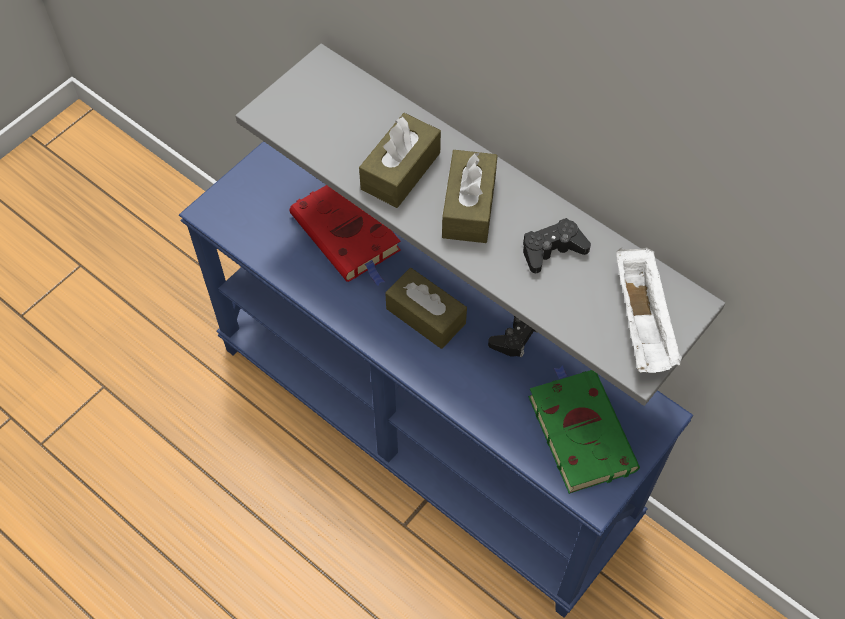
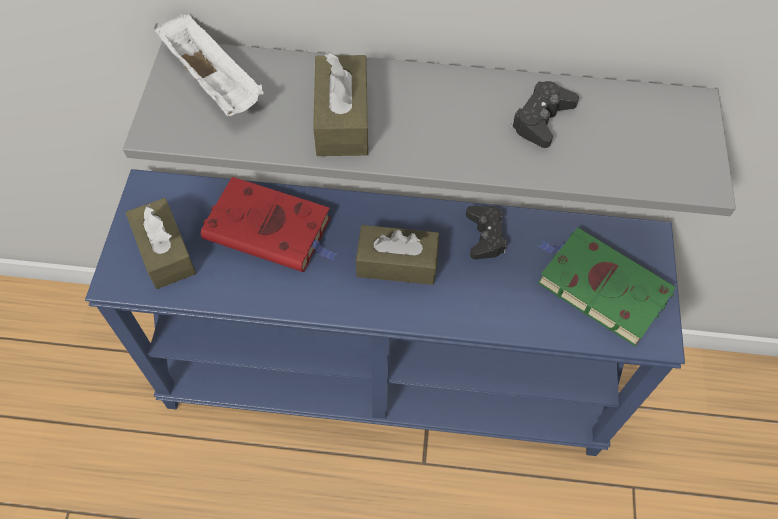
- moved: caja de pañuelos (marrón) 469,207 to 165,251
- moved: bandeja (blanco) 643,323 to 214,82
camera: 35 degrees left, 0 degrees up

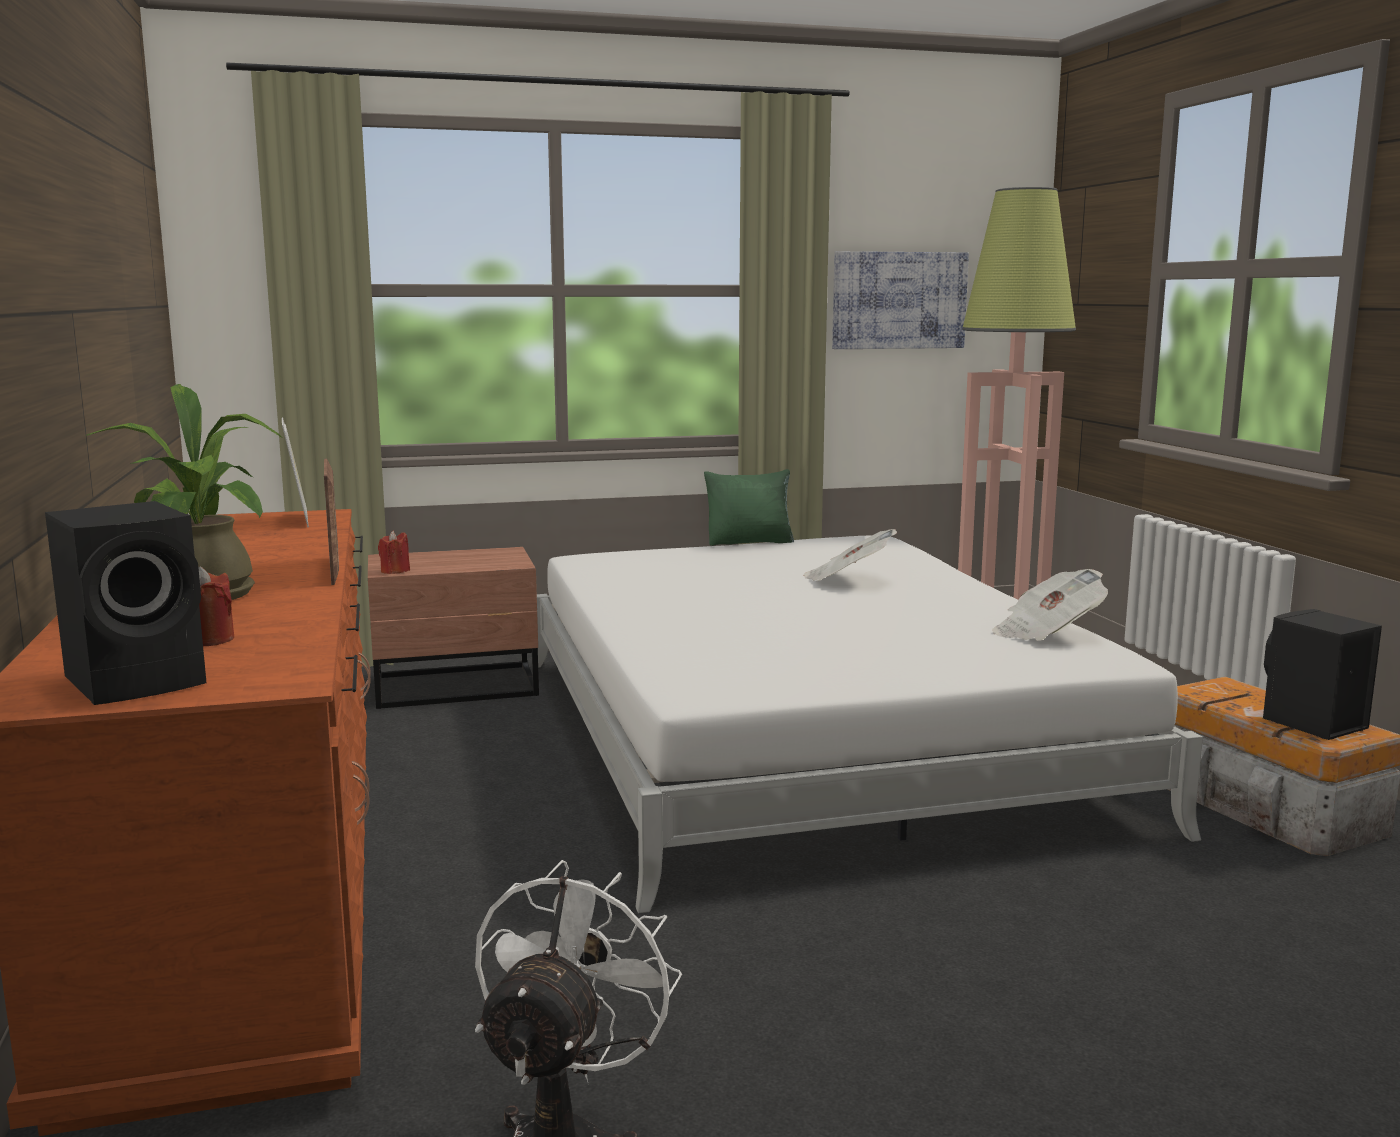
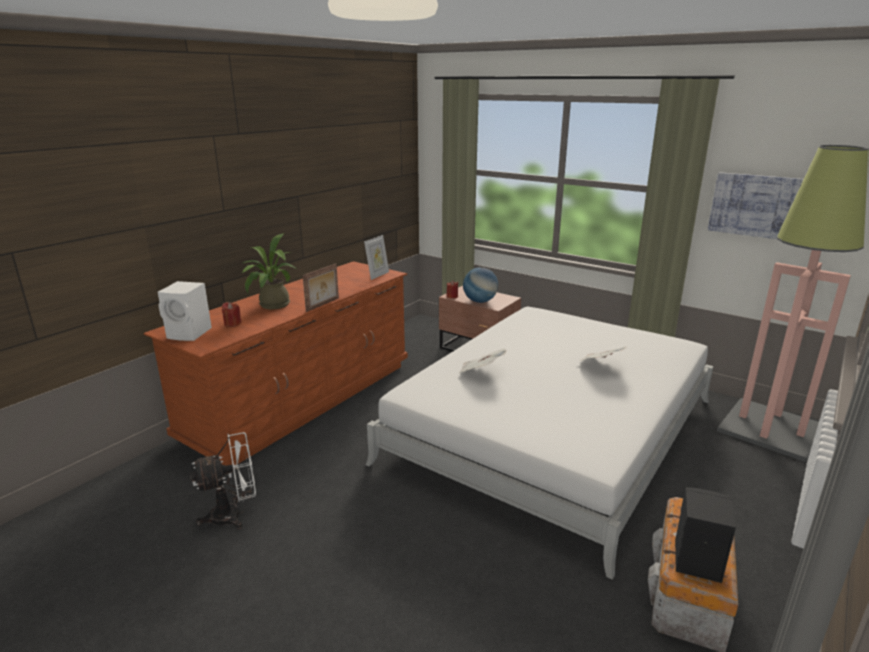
- recoloured: altavoz (negro) 141,680 to altavoz (blanco) 190,333
- moved: periódico 1046,633 to 481,372
- added: globo terráqueo 480,301
- removed: cojín (verde) 749,543
camera: 50 degrees right, 10 degrees up

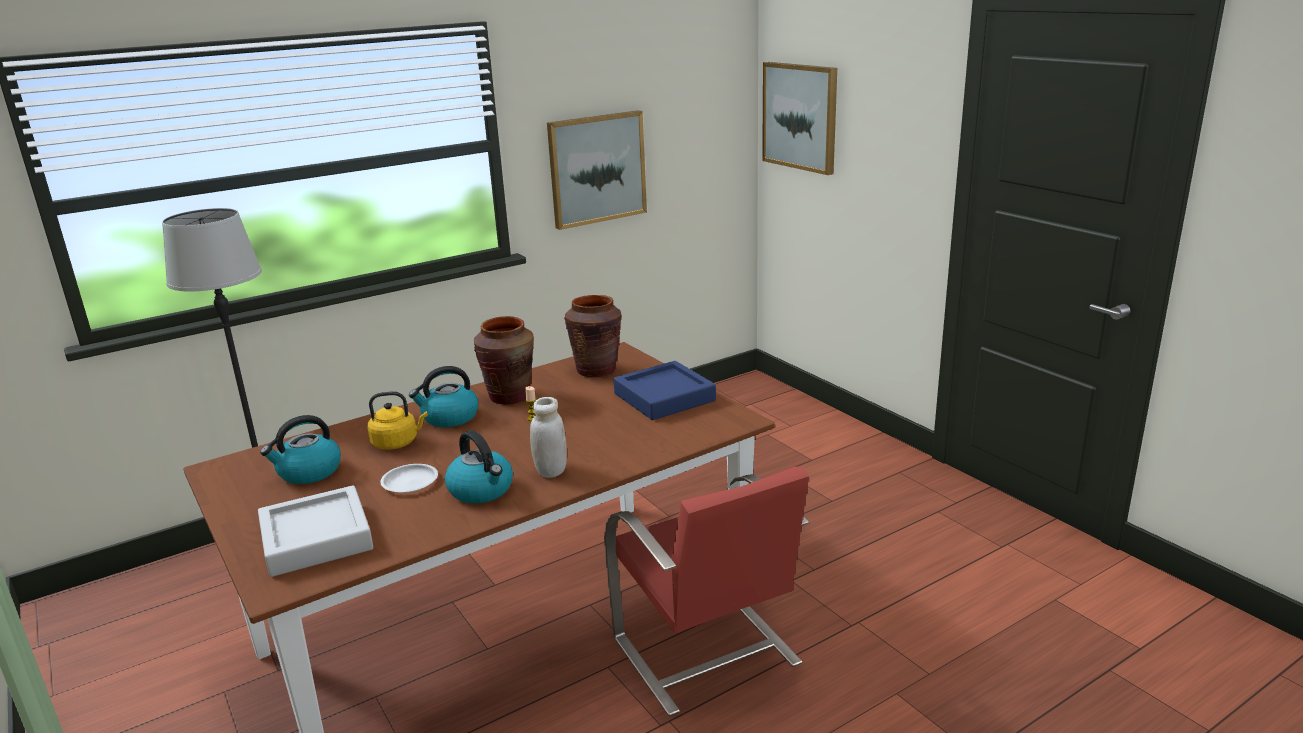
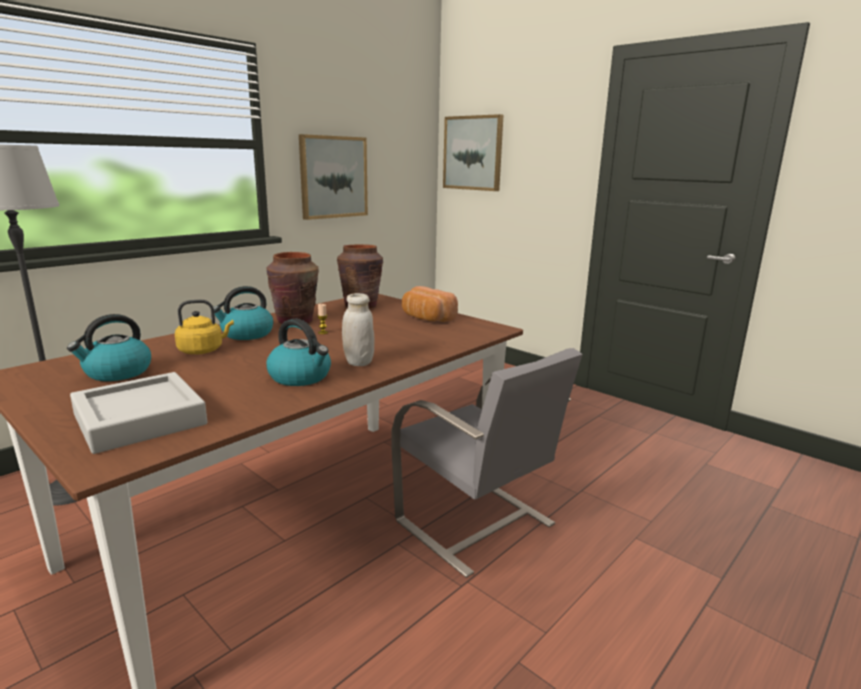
- recoloured: silla (rojo) 706,653 to silla (gris) 476,524
- replaced: bandeja (azul) 664,397 to pan 426,318
- removed: plato (blanco) 410,482
camera: 15 degrees left, 5 degrees down

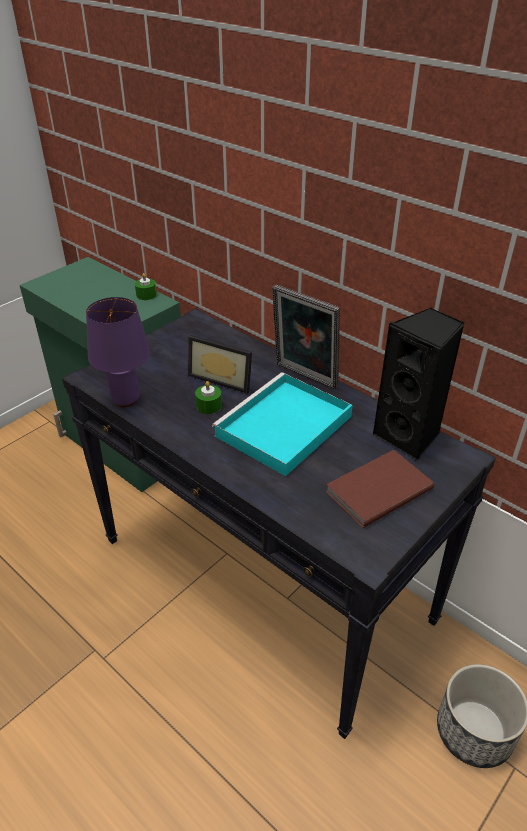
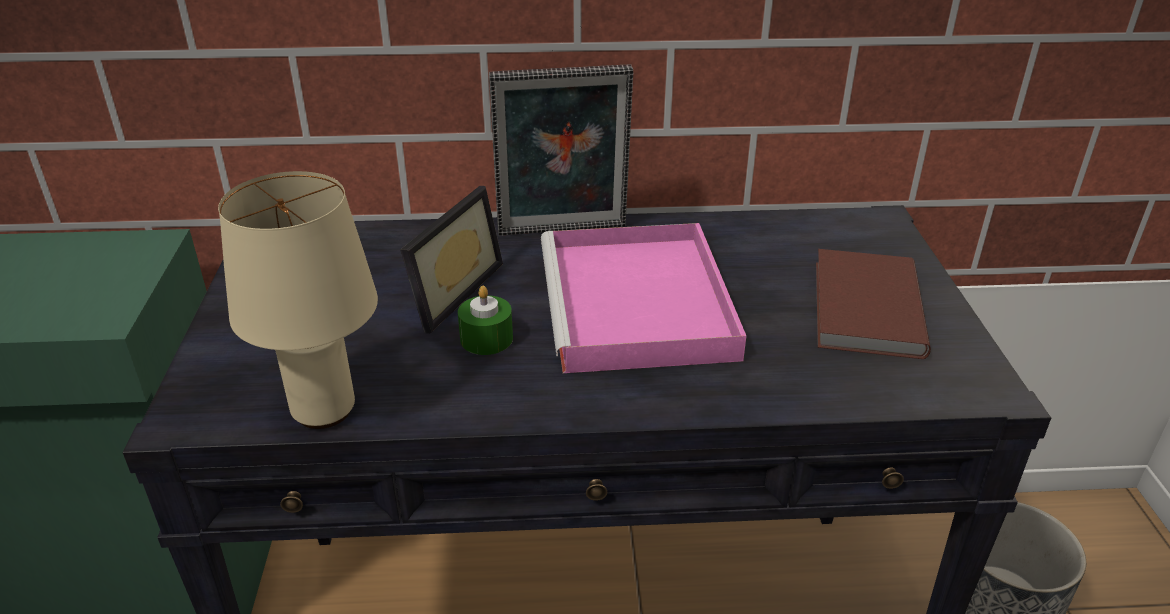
- recoloured: lámpara de mesa (morado) 126,399 to lámpara de mesa (beis) 323,409
- turned: portarretratos 223,378 = 446,291 45 degrees counterclockwise
- recoloured: bandeja (turquesa) 282,428 to bandeja (rosa) 639,306
- removed: vela (verde) 146,295
- removed: altavoz (negro) 409,437
camera: 45 degrees left, 5 degrees down

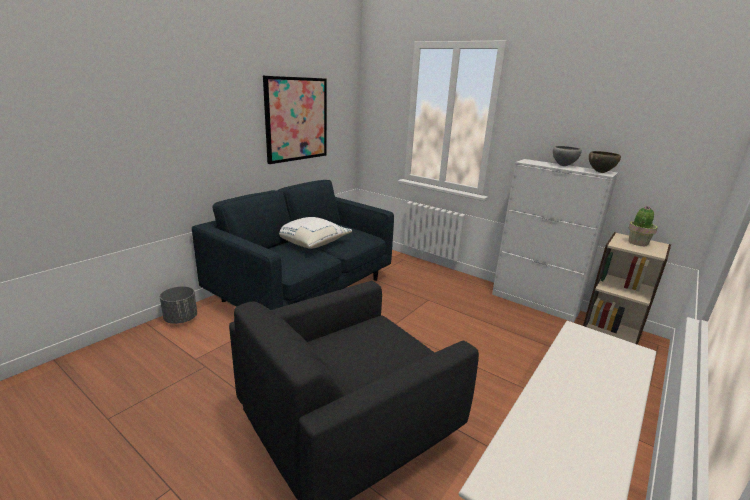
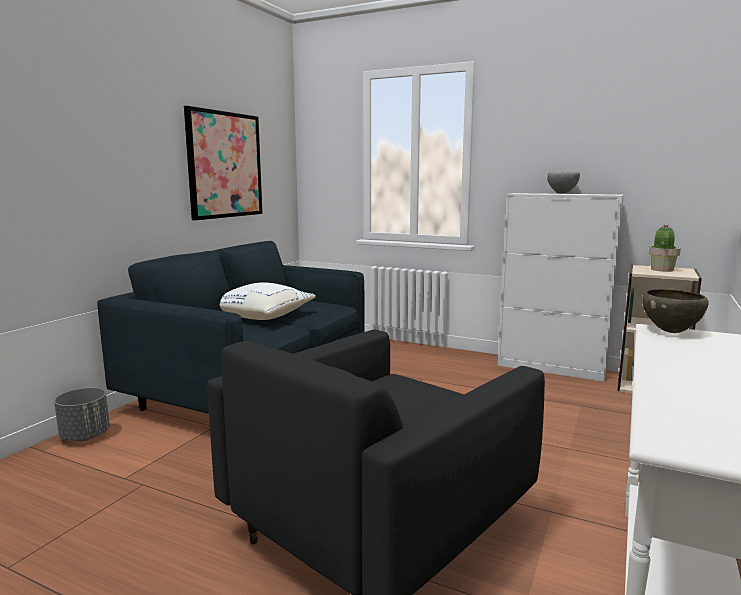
- moved: cuenco (marrón) 600,172 to 671,332
camera: 10 degrees left, 10 degrees down

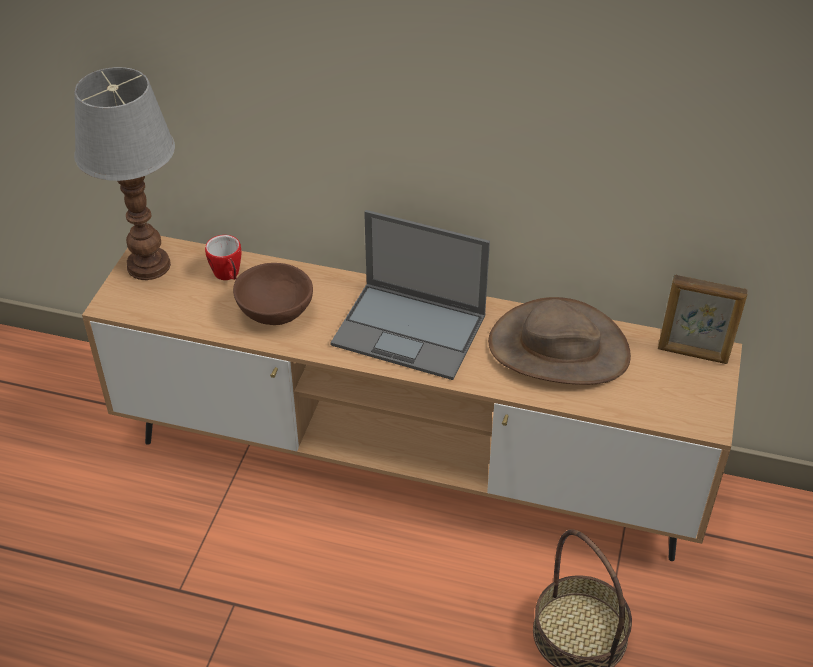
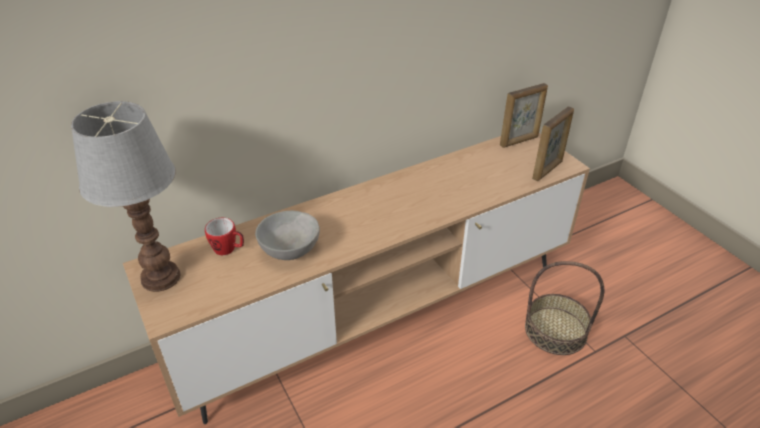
- recoloured: cuenco (marrón) 275,312 to cuenco (gris) 289,250
- added: portarretratos 547,170
- removed: portátil 411,330
- removed: sombrero (marrón) 558,349
camera: 45 degrees left, 5 degrees down

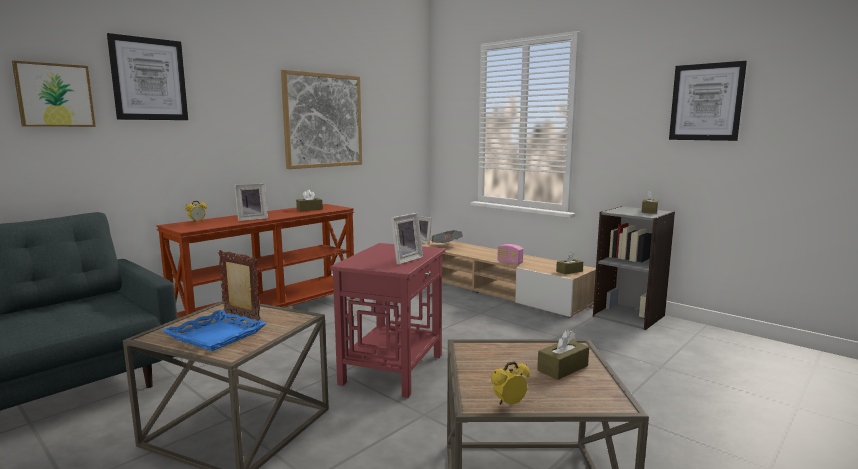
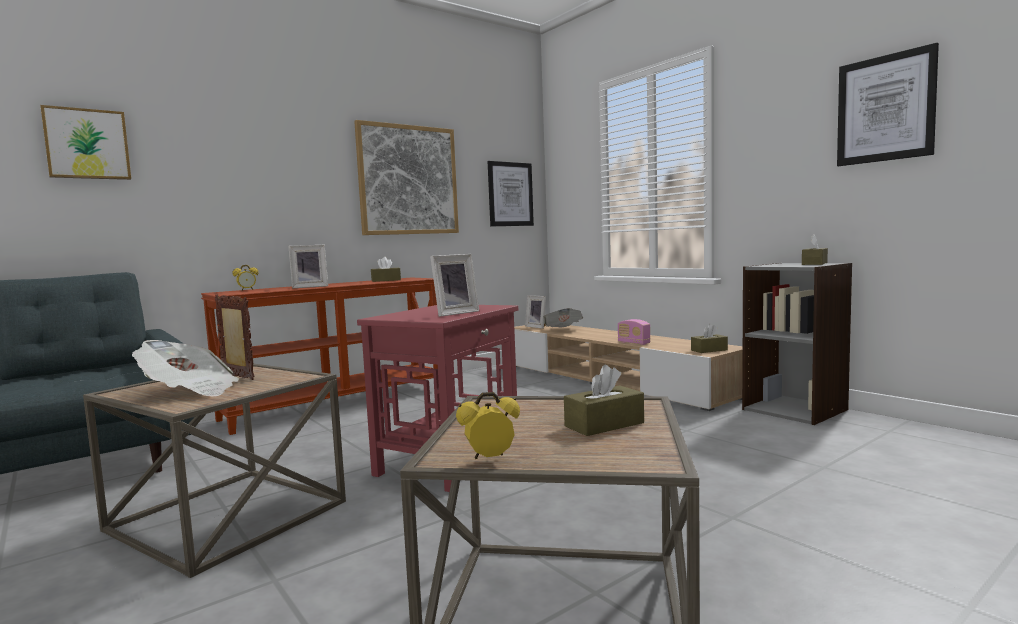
- replaced: bandeja (azul) 217,335 to periódico 190,391
- moved: cuadro 149,79 to 510,194
camera: 10 degrees right, 5 degrees down

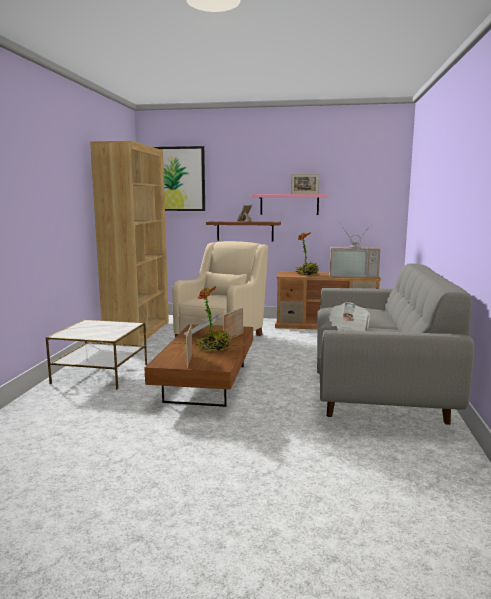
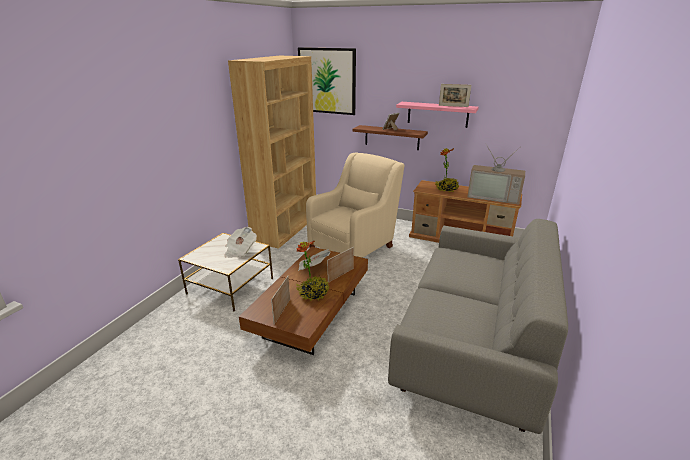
- moved: periódico 348,330 to 240,251
camera: 15 degrees right, 15 degrees up

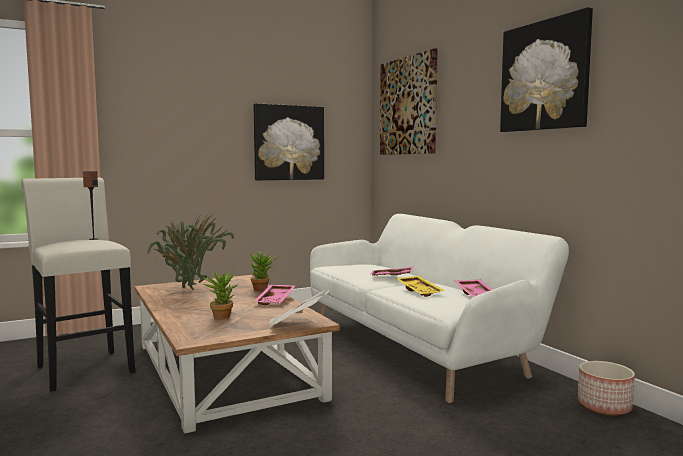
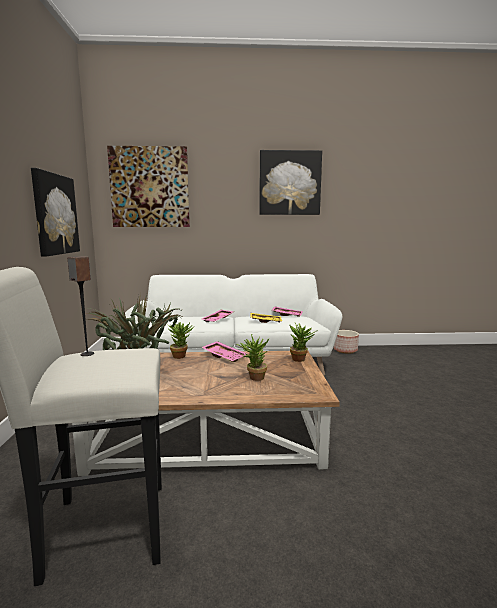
- replaced: periódico 296,325 to planta en maceta 301,359
camera: 65 degrees left, 5 degrees up

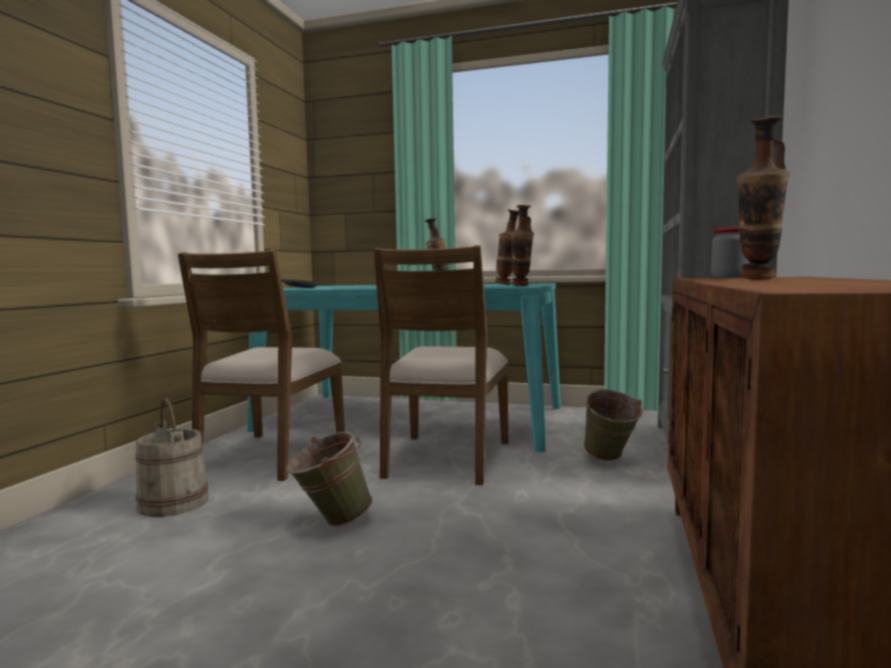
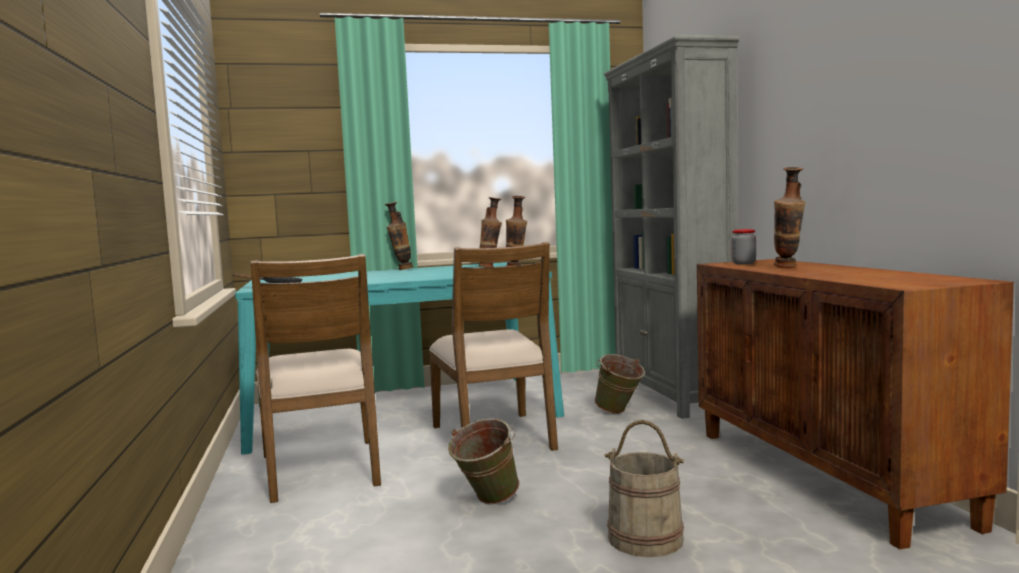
- moved: cubo (beis) 174,503 to 645,538
camera: 30 degrees left, 0 degrees up

